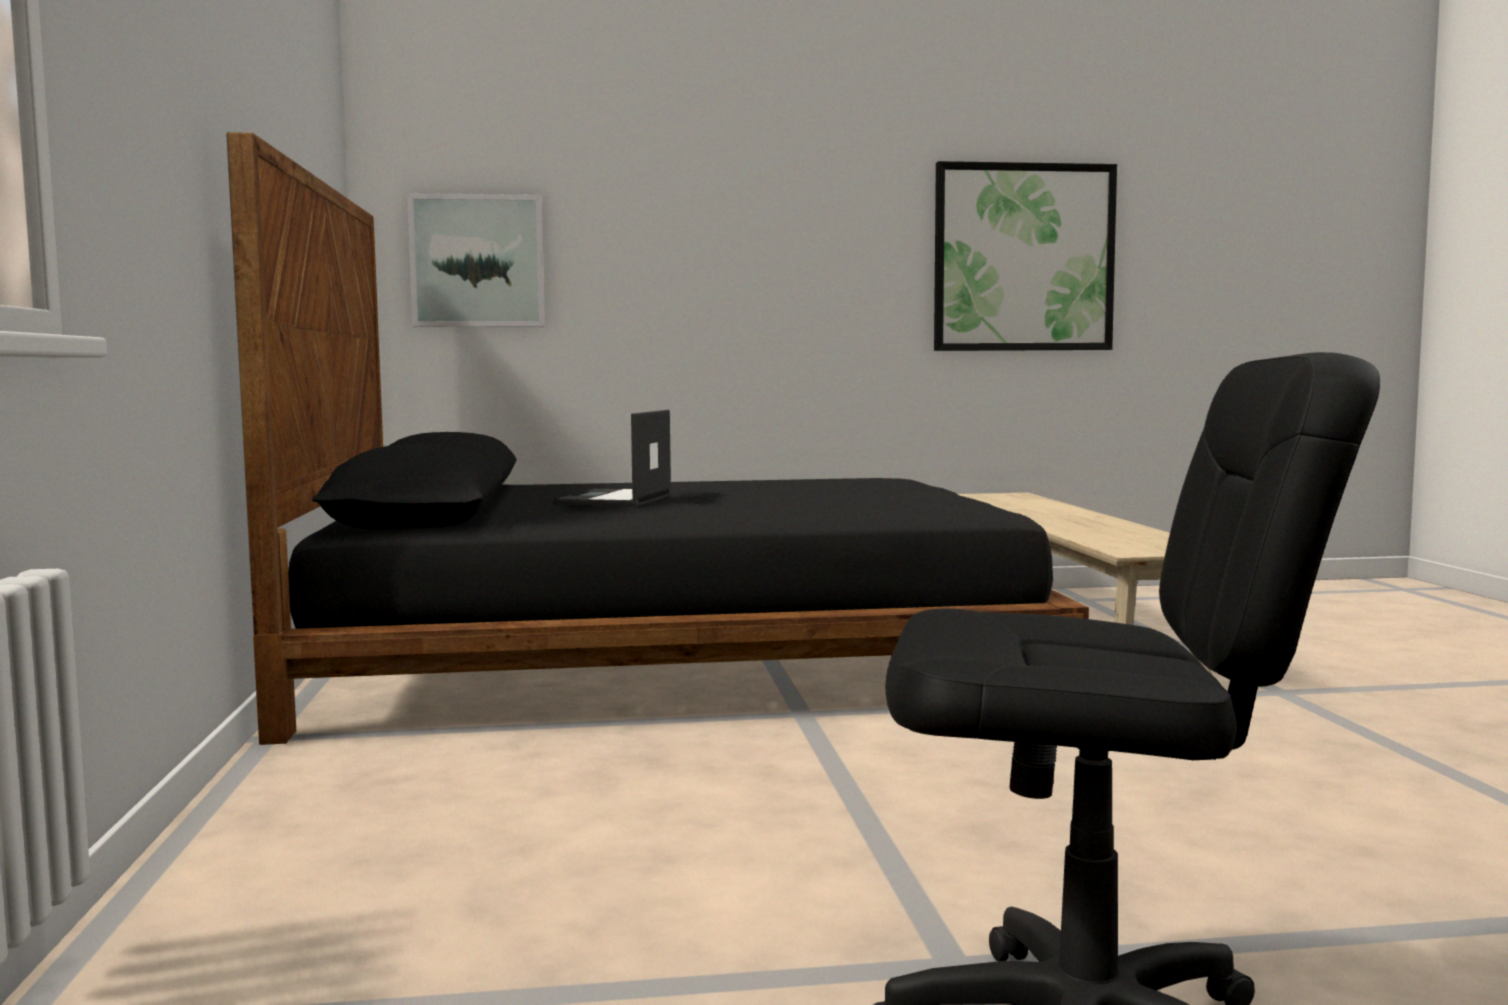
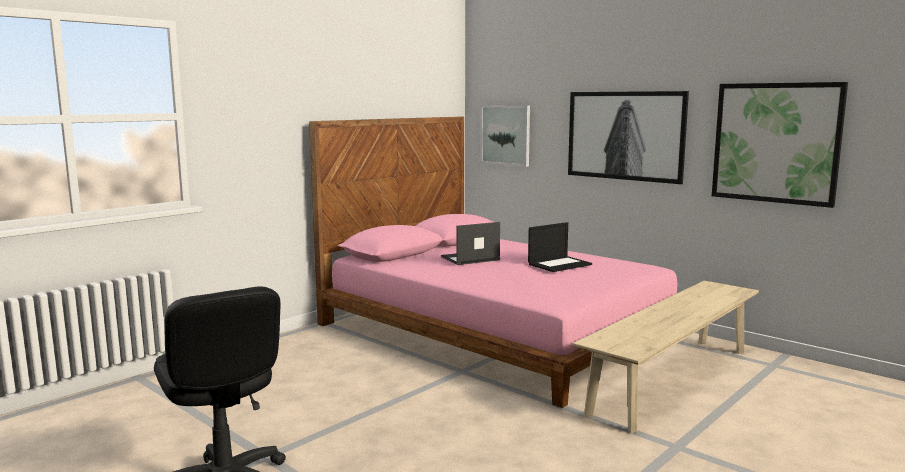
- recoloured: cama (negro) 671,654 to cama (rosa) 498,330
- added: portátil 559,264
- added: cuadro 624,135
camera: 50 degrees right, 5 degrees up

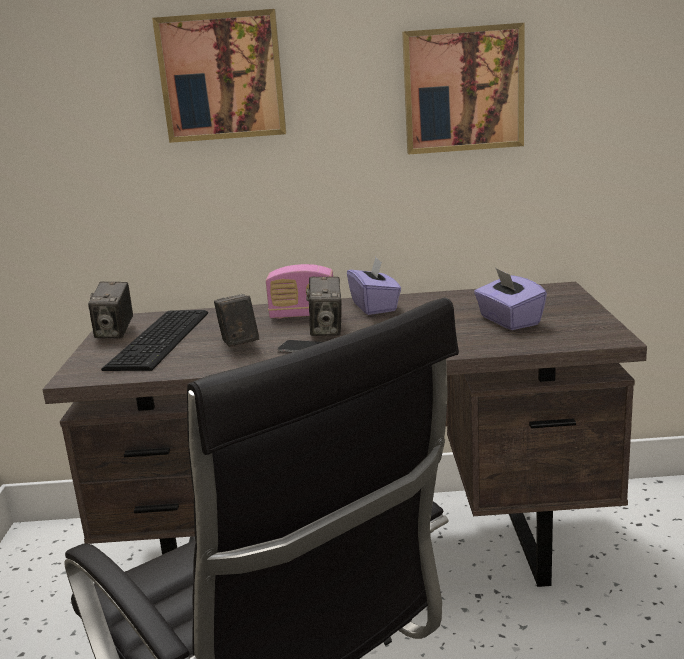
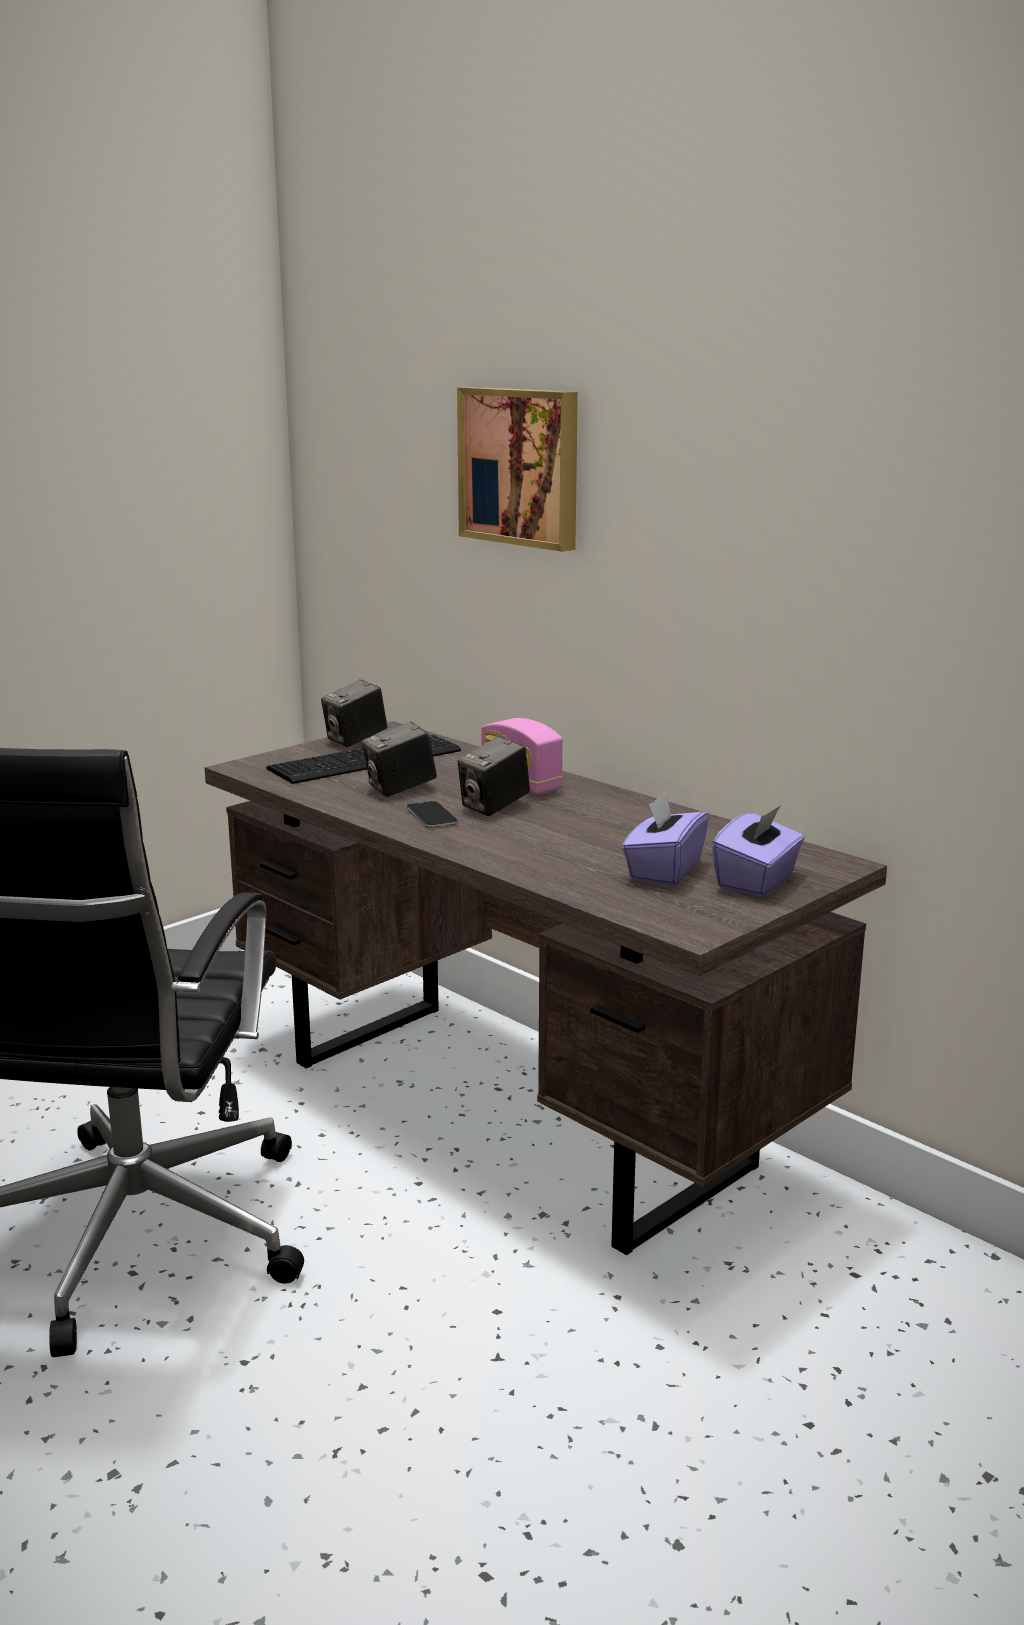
- turned: cámara 239,344 = 400,789 150 degrees counterclockwise
- moved: caja de pañuelos (morado) 375,306 to 757,881
- removed: cuadro 462,89
camera: 45 degrees right, 0 degrees up

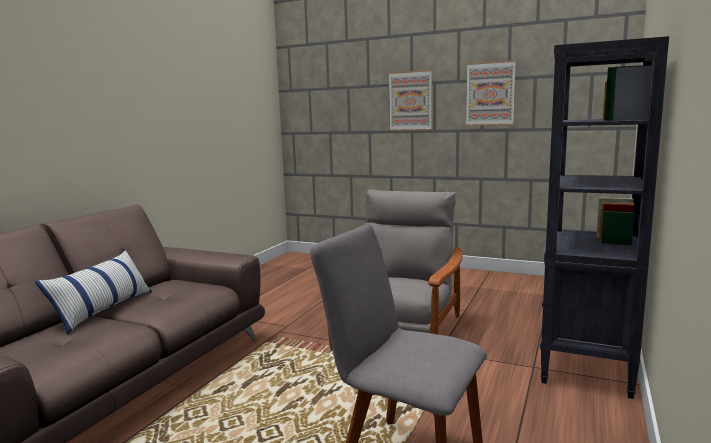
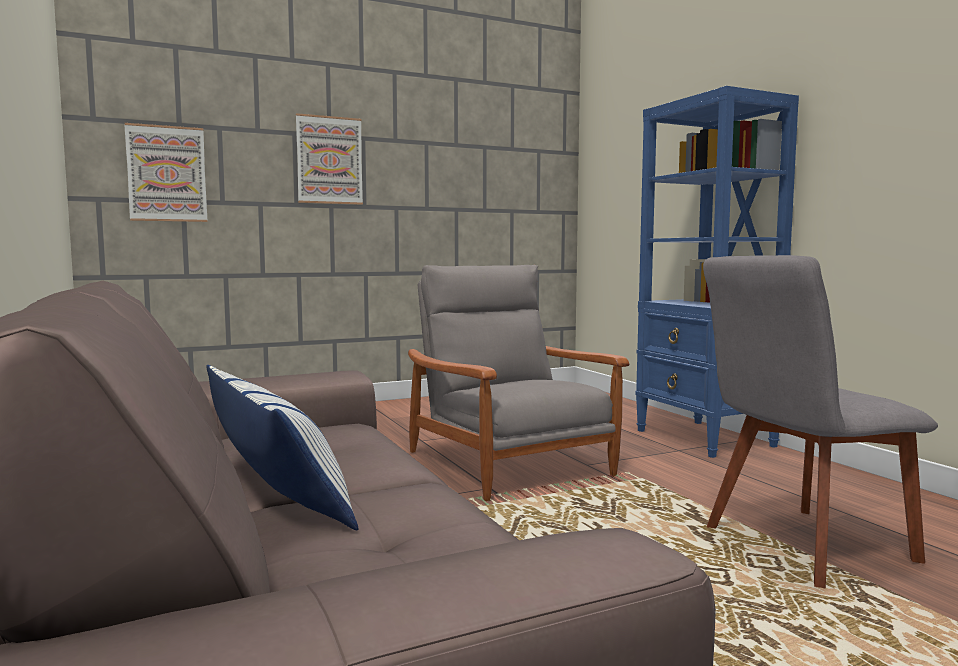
- moved: cuadro 490,94 to 167,174
- recoloured: estantería (negro) 586,367 to estantería (azul) 705,438
camera: 50 degrees left, 5 degrees down

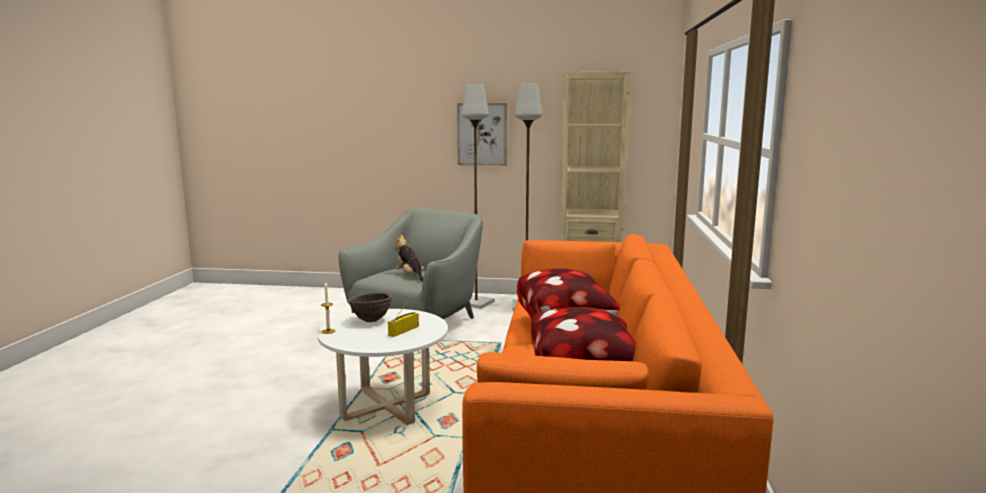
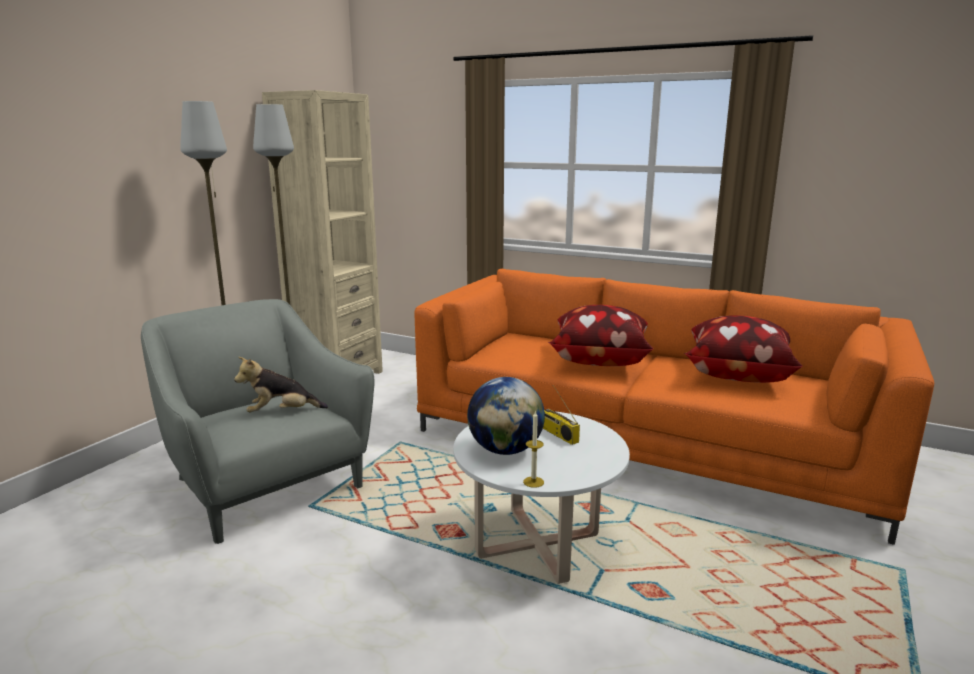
- replaced: cuenco (marrón) 371,321 to globo terráqueo 505,450
- removed: cuadro 482,134
camera: 70 degrees left, 5 degrees up

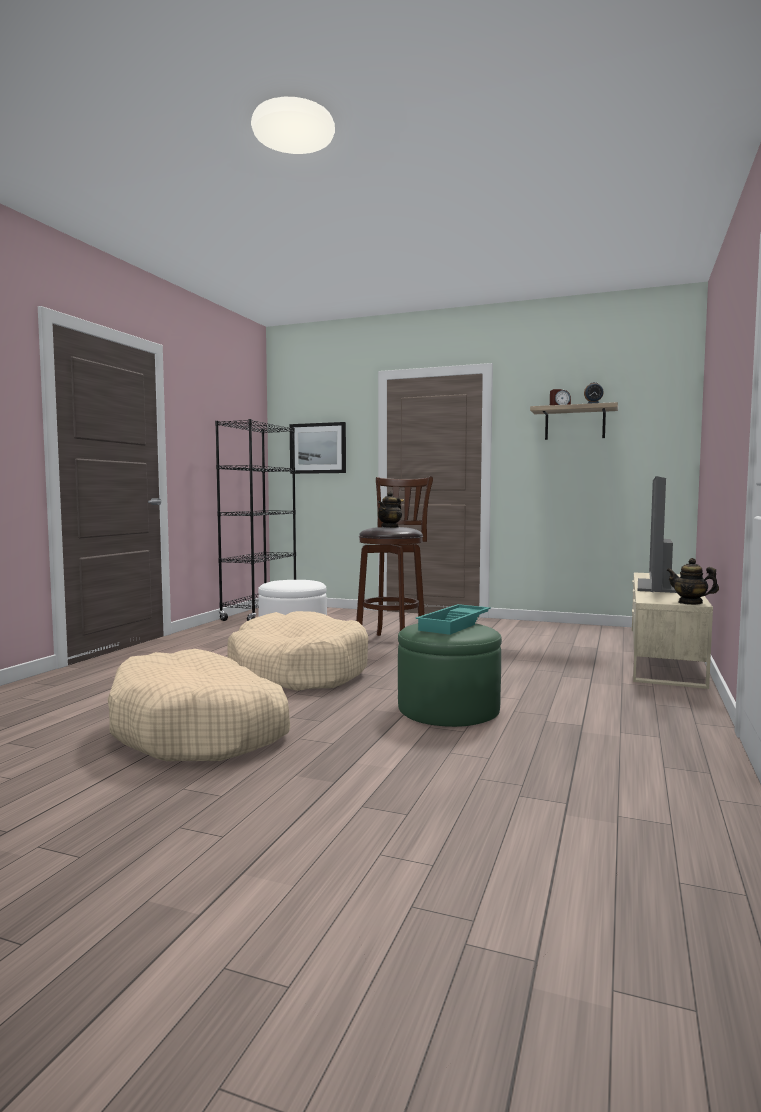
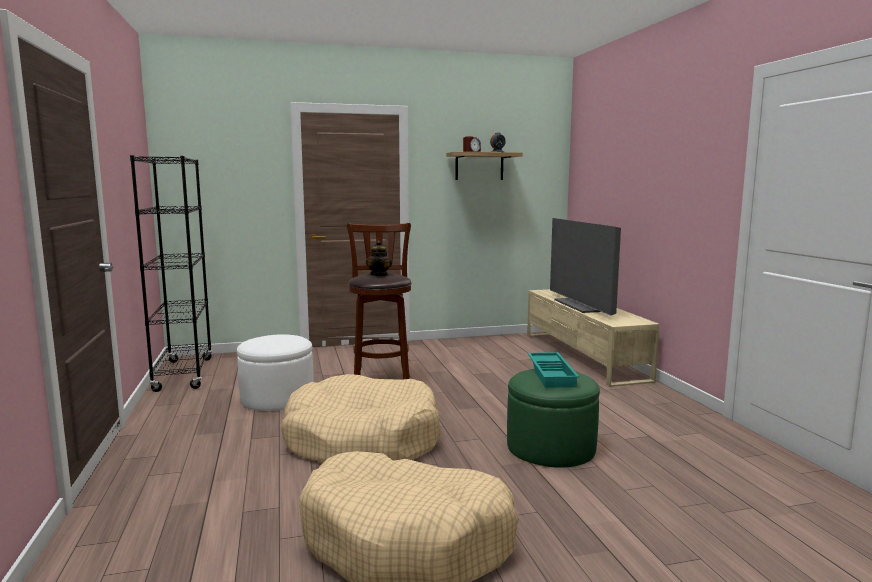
- removed: cuadro 318,448
- removed: tetera 690,603
camera: 35 degrees left, 5 degrees up

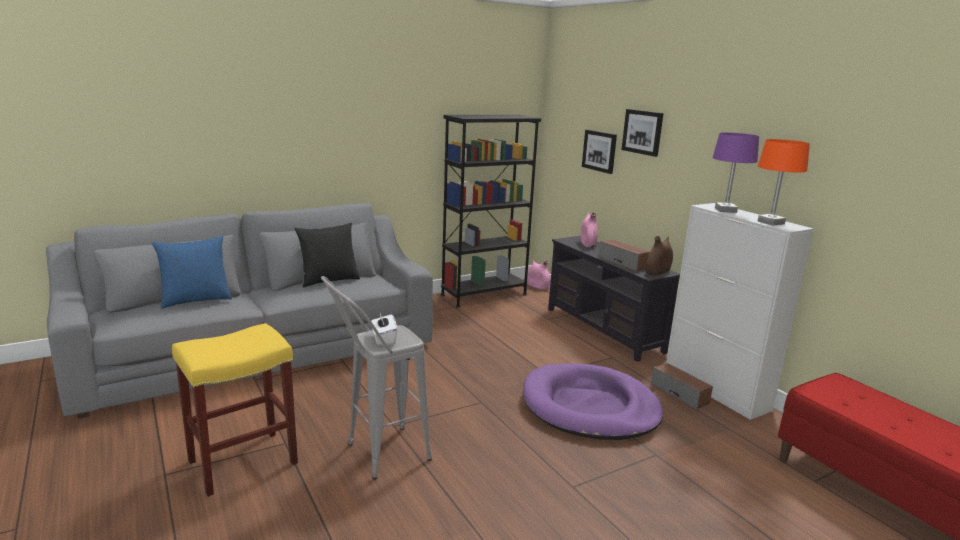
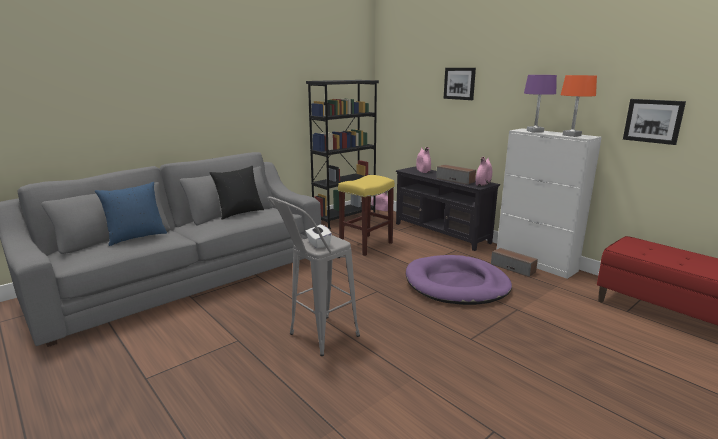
- moved: taburete (amarillo) 242,463 to 366,245
- recoloured: florero (marrón) 658,272 to florero (rosa) 483,184
- moved: cuadro 599,151 to 653,121
camera: 10 degrees left, 0 degrees up

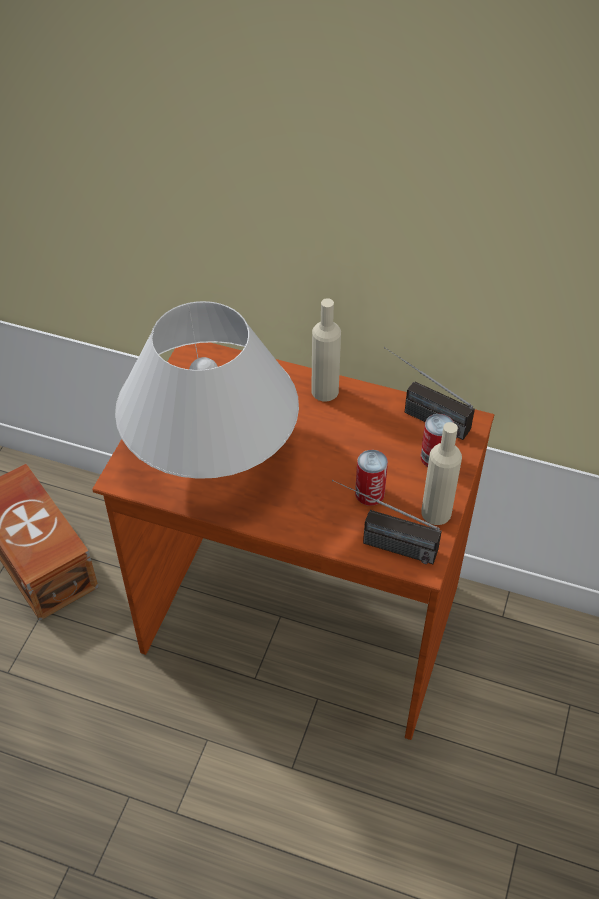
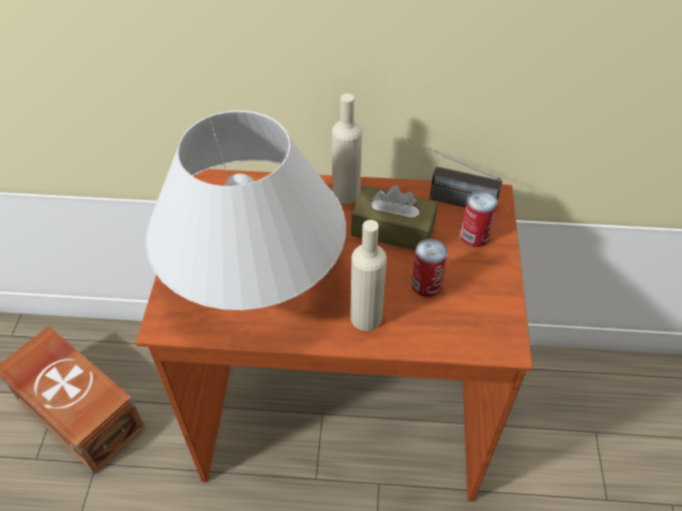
- moved: botella (beis) 436,512 to 366,317
- added: caja de pañuelos (marrón) 393,230
- removed: radio 380,543
camera: 15 degrees left, 0 degrees up

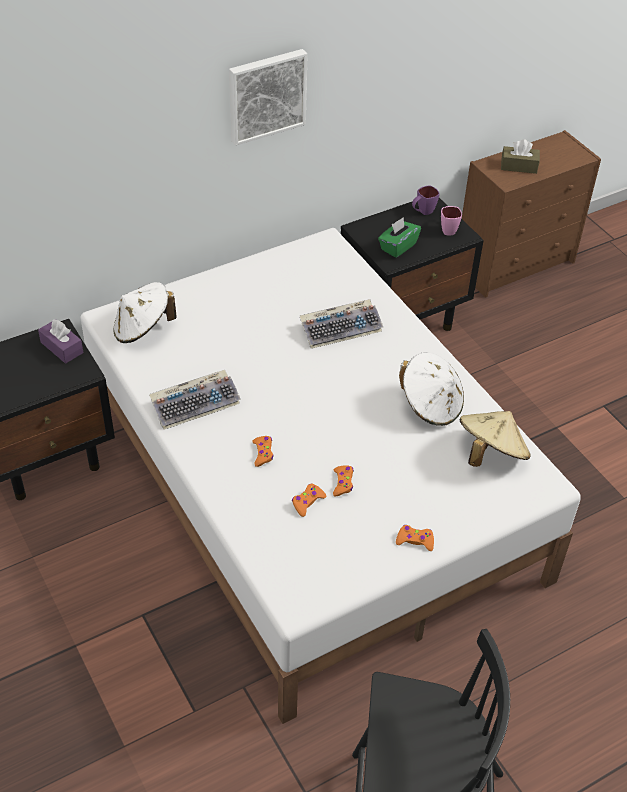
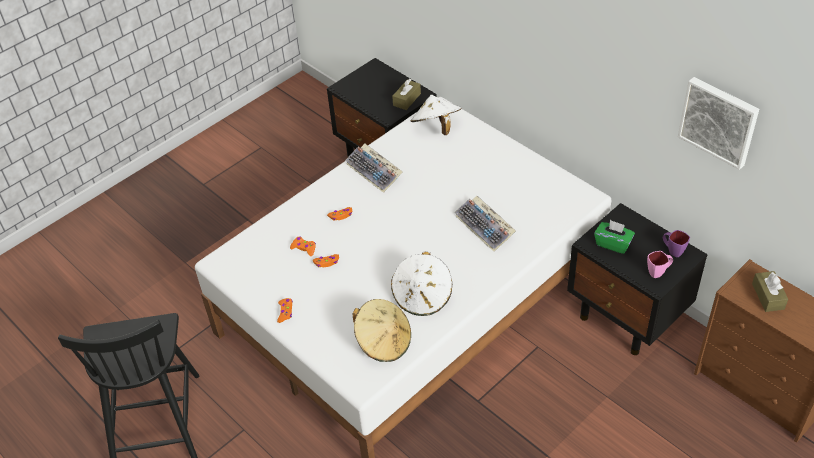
- recoloured: caja de pañuelos (morado) 62,347 to caja de pañuelos (marrón) 407,99
- moved: cuadro 266,95 to 719,121
camera: 80 degrees right, 0 degrees up

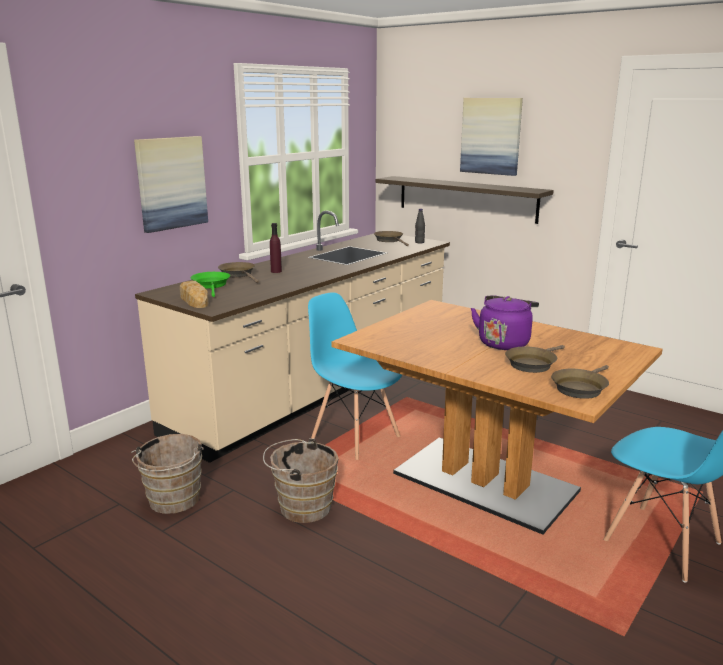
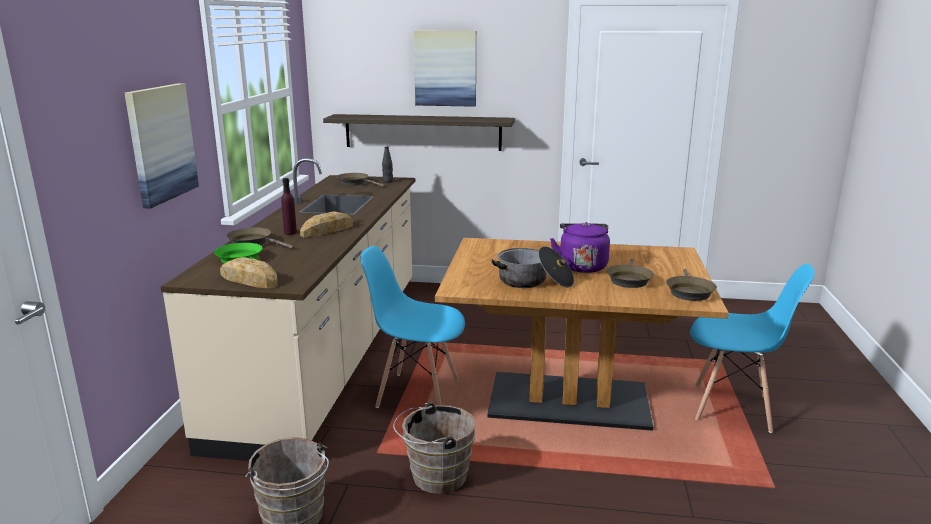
- added: pan 327,230
- added: olla 534,282
camera: 30 degrees left, 0 degrees up

